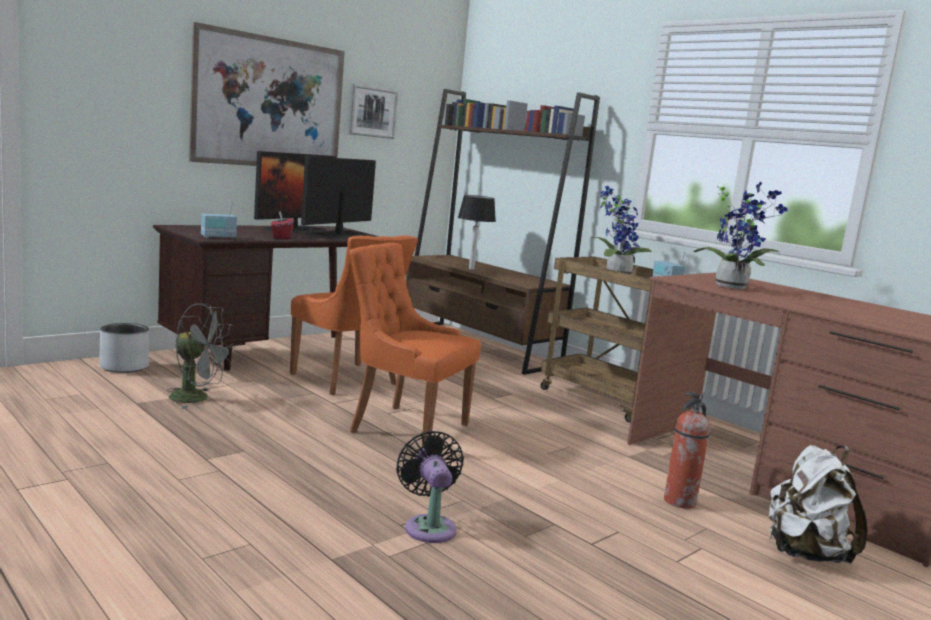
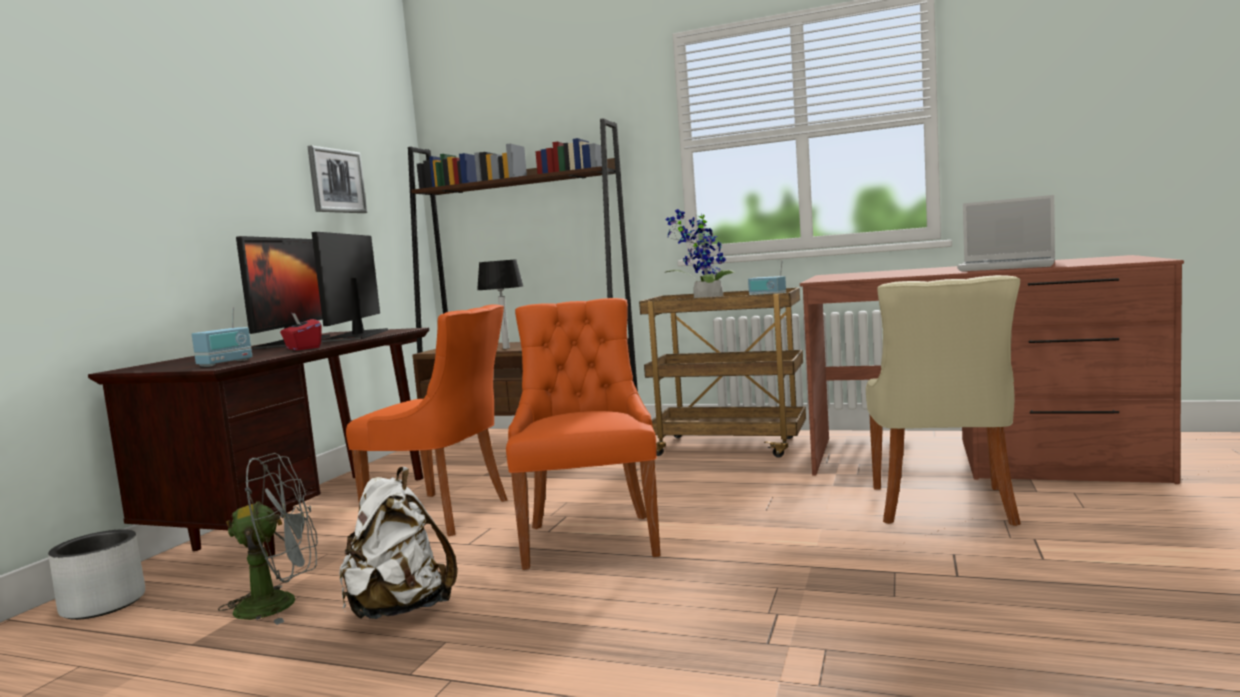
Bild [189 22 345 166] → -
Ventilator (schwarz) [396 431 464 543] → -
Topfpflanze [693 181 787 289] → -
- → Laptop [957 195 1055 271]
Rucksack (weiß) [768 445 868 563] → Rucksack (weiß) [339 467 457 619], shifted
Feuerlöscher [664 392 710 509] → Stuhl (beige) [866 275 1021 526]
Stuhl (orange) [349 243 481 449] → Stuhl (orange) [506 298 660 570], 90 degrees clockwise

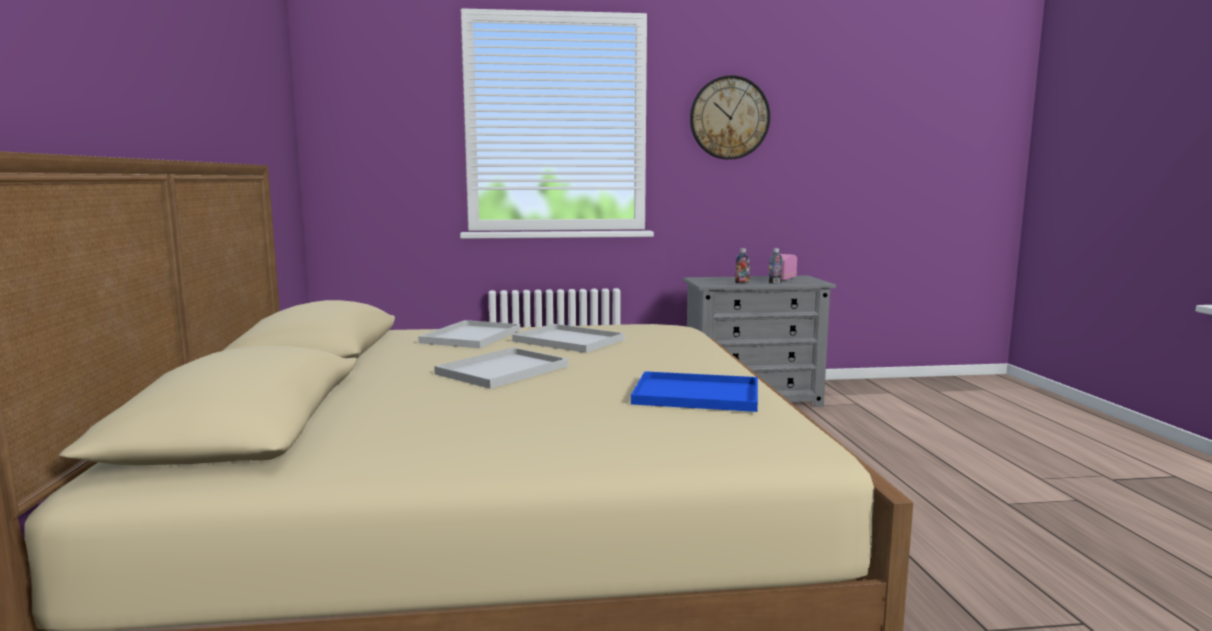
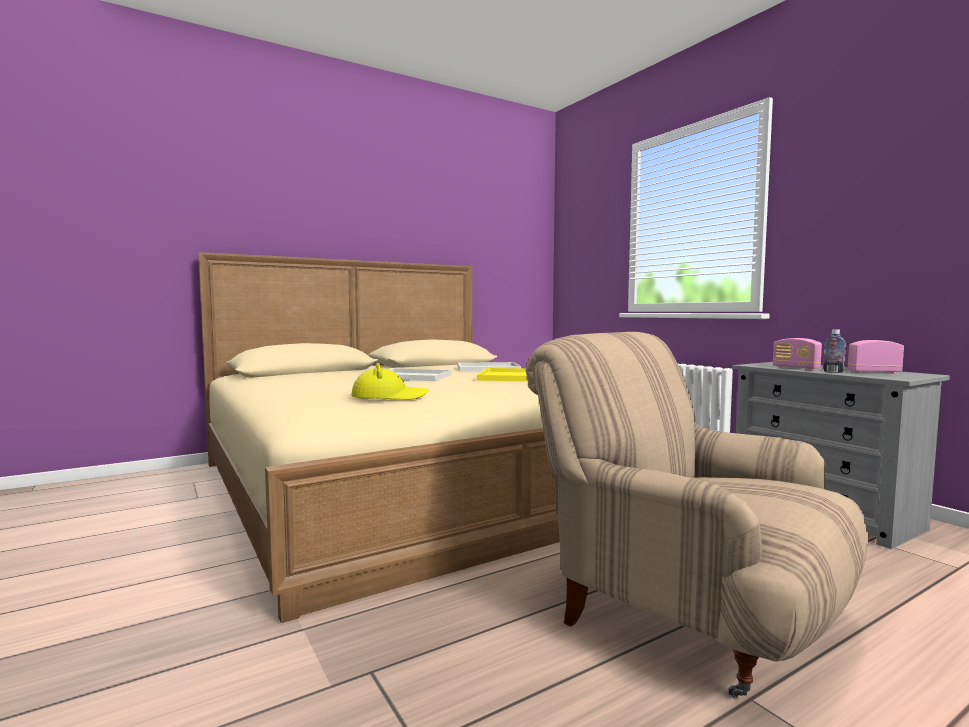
Wanduhr [690 75 770 160] → -
- → Sessel (beige) [525 332 868 698]
Tablett (blau) [631 371 758 412] → Hut (gelb) [351 362 429 400]
Flasche [735 248 750 284] → Radio [773 338 822 370]
Tablett (weiß) [512 324 625 353] → Tablett (gelb) [477 368 528 381]

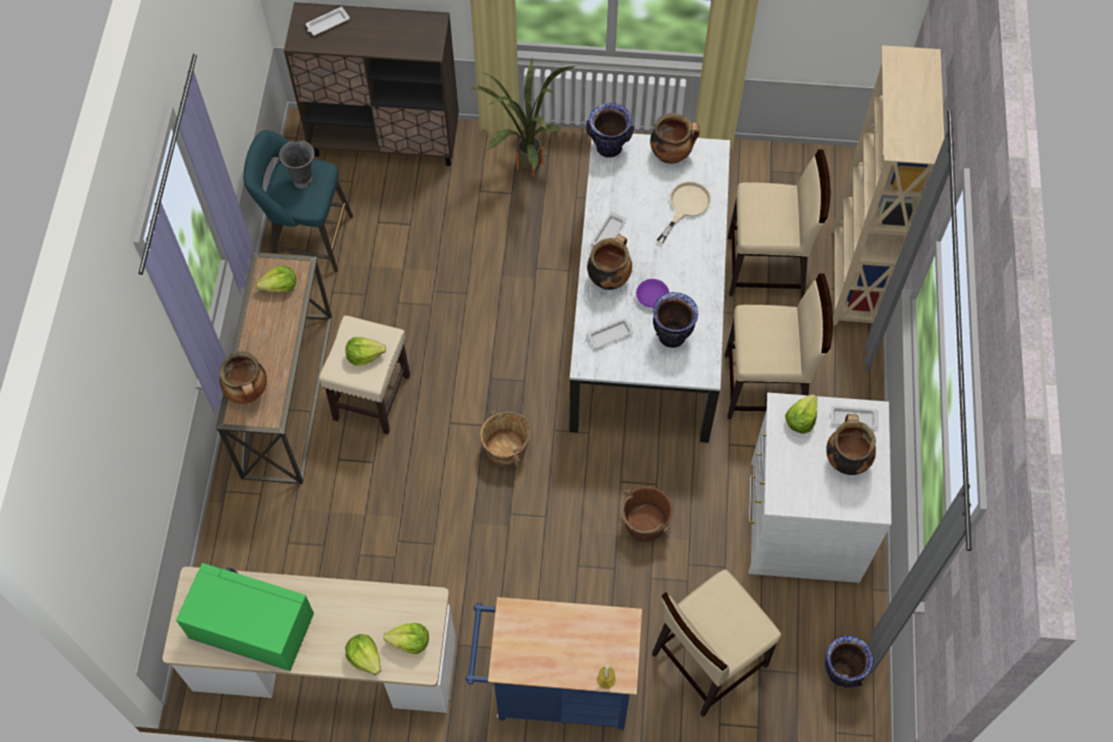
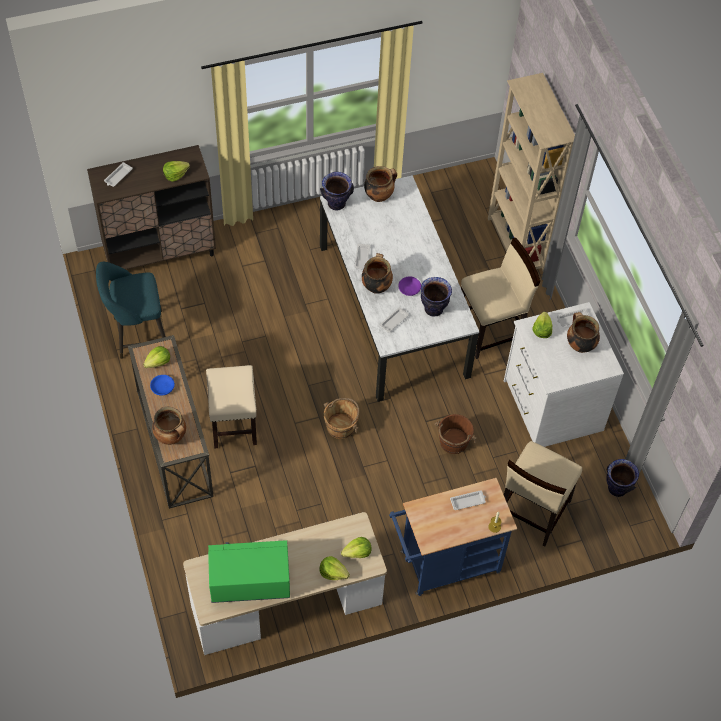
Vase (grau) [279 141 314 189] → -
Topfpflanze [471 57 576 177] → -
Pfanne (beige) [656 181 711 244] → -
Stuhl (beige) [728 149 830 298] → -
- → Schüssel (blau) [150 375 175 396]
- → Tablett (weiß) [450 490 486 510]
Salatkopf [345 337 386 366] → Salatkopf [163 161 190 182], shifted

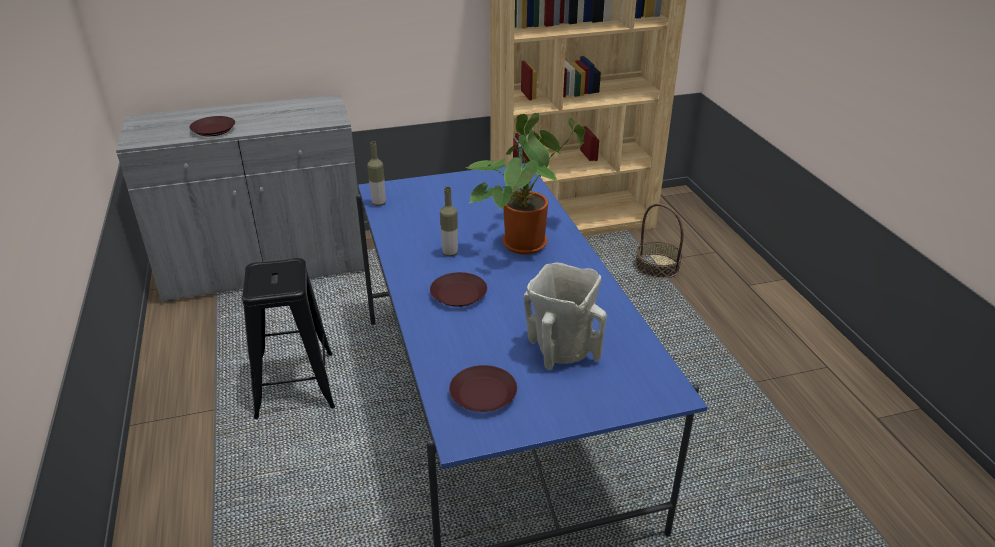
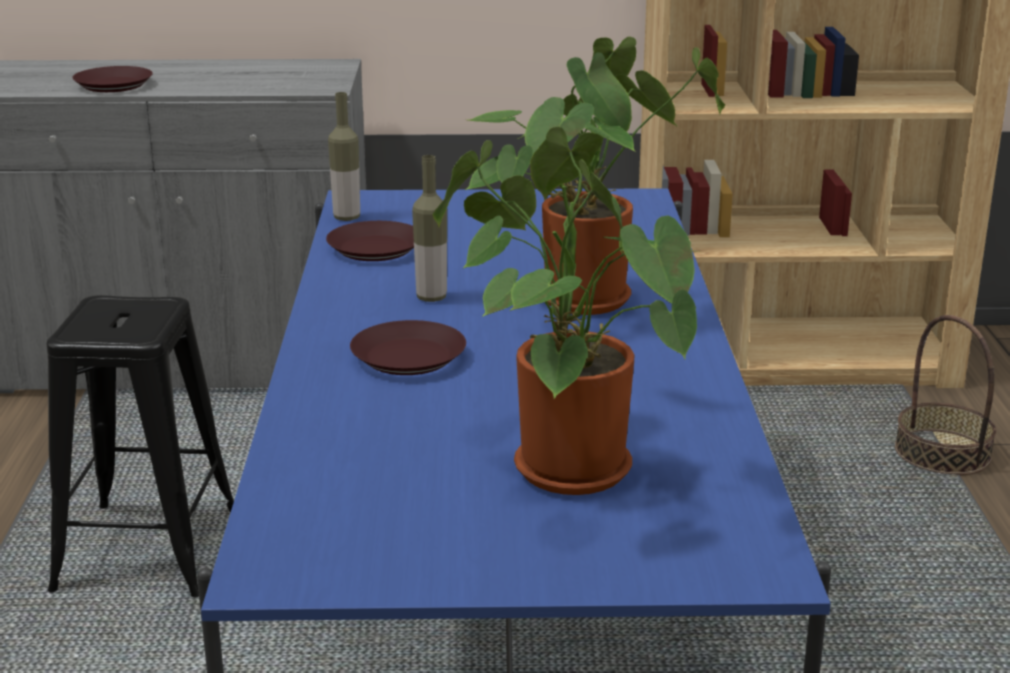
Teller (braun) [449 365 517 412] → Teller (braun) [326 221 414 261], shifted
Vase (beige) [524 262 607 370] → Topfpflanze [432 126 700 495]

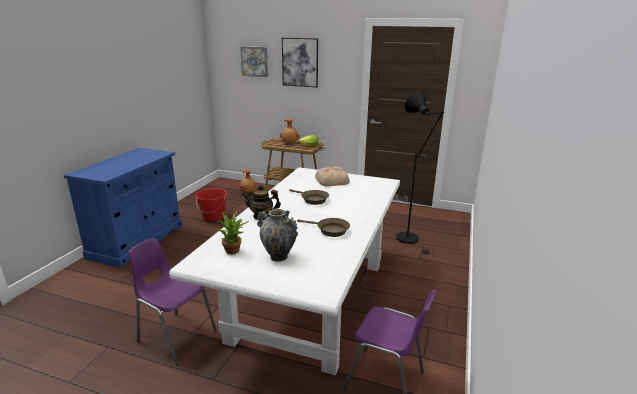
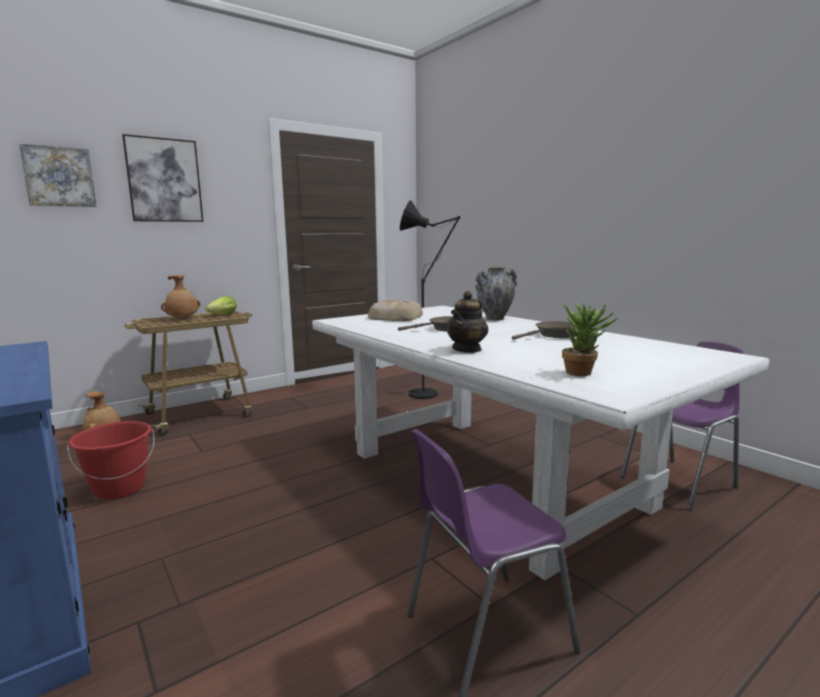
Vase [257 209 298 262] → Vase [475 266 517 320], shifted

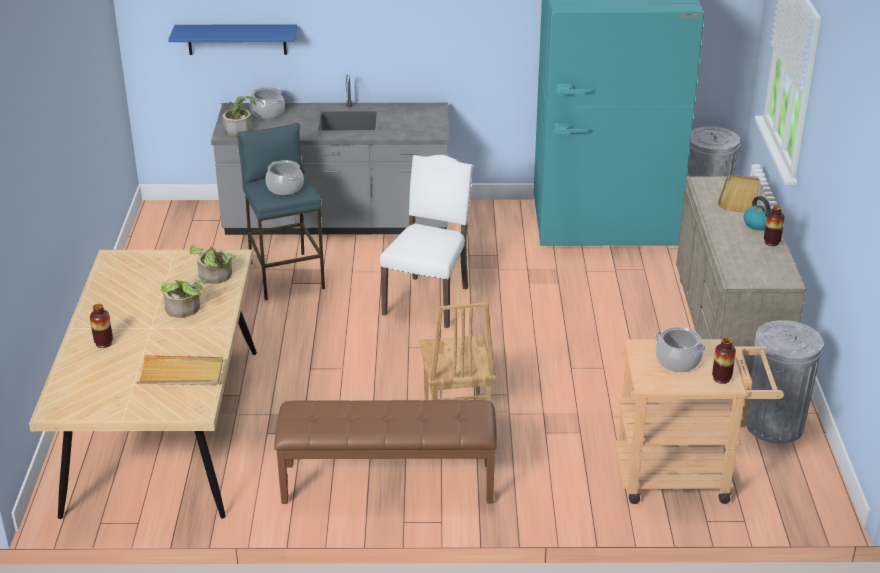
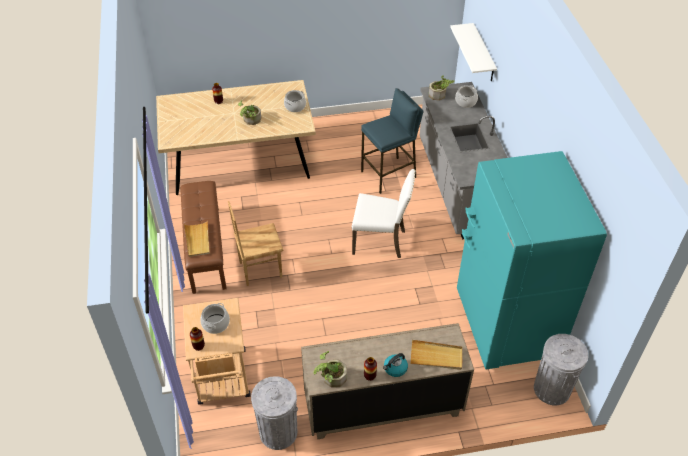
Tablett (beige) [137 355 223 385] → Tablett (beige) [184 220 210 257], shifted
Topfpflanze [190 244 236 284] → Topfpflanze [313 351 347 388], shifted
Kochtopf [266 160 304 195] → Kochtopf [284 90 306 112], shifted
Wandregal (blau) [168 24 297 55] → Wandregal (weiß) [450 23 497 81]

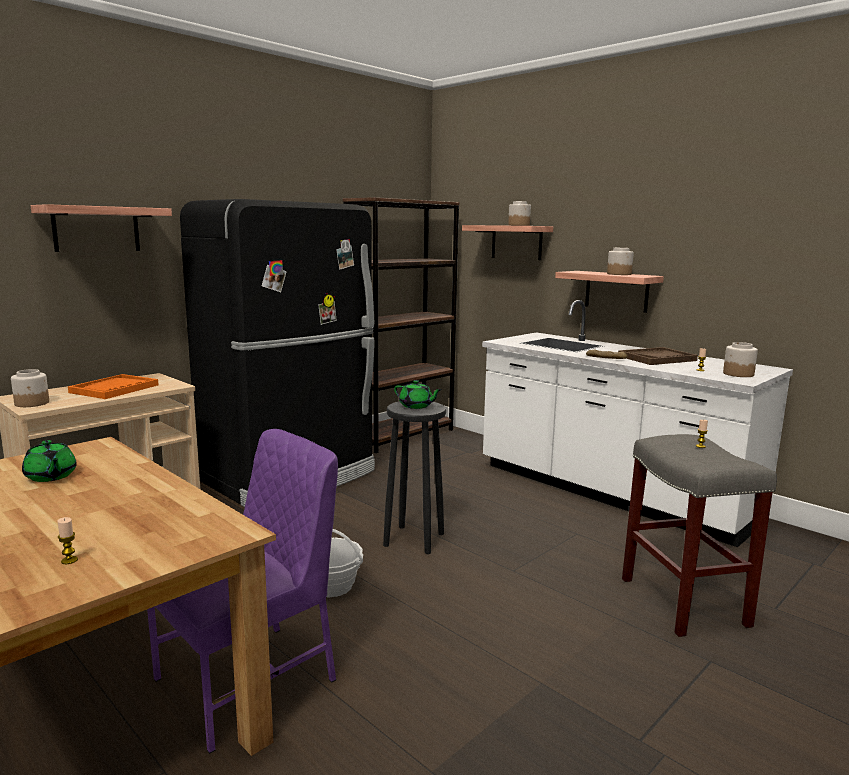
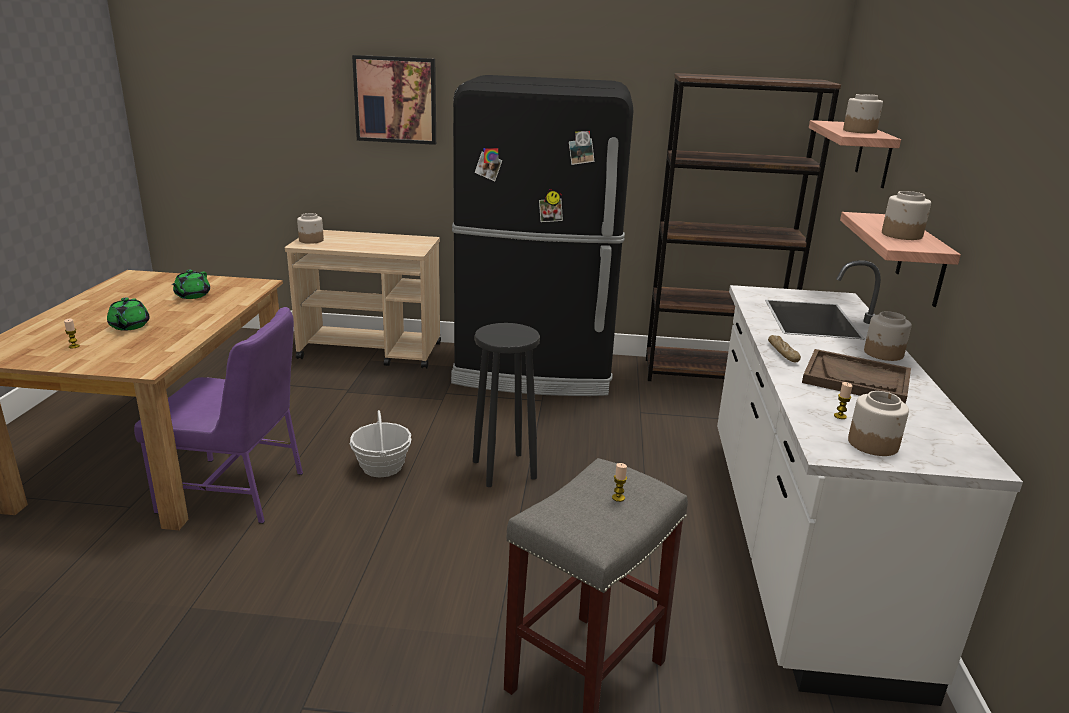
Tablett (orange) [68 374 159 399] → -
- → Vorratsglas [864 311 912 361]
Teekanne (grün) [394 380 442 409] → Teekanne (grün) [107 298 150 331], shifted
Wandregal [31 204 172 252] → Bild [352 55 436 145]

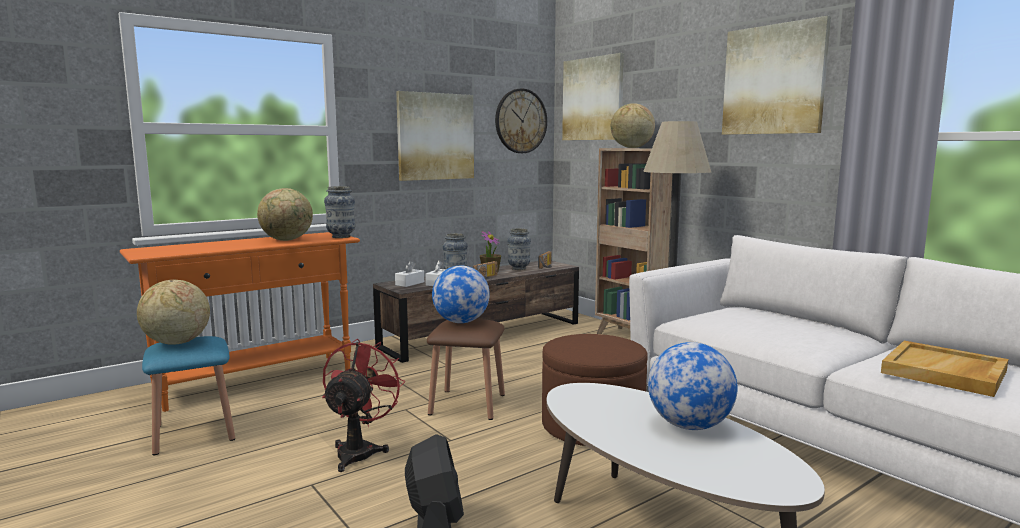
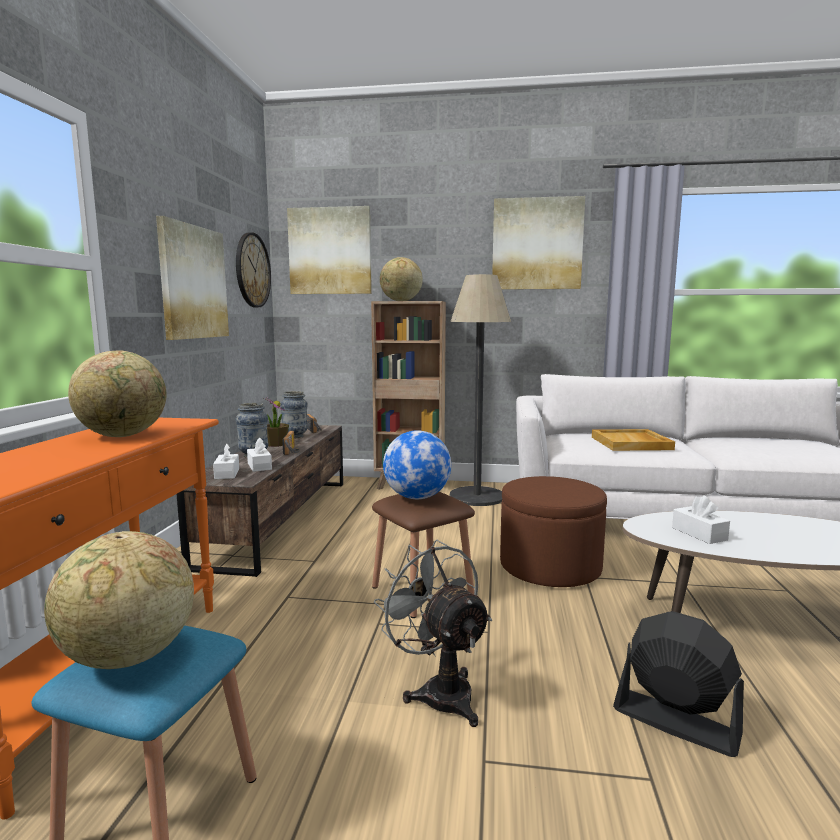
Vase [324 186 355 238] → -
Globus [648 342 738 430] → -
- → Taschentuchbox (weiß) [672 495 730 544]
Tablett (beige) [881 341 1009 397] → Tablett (beige) [592 429 675 451], shifted
Ventilator (rot) [322 339 406 472] → Ventilator (grau) [374 540 492 727]

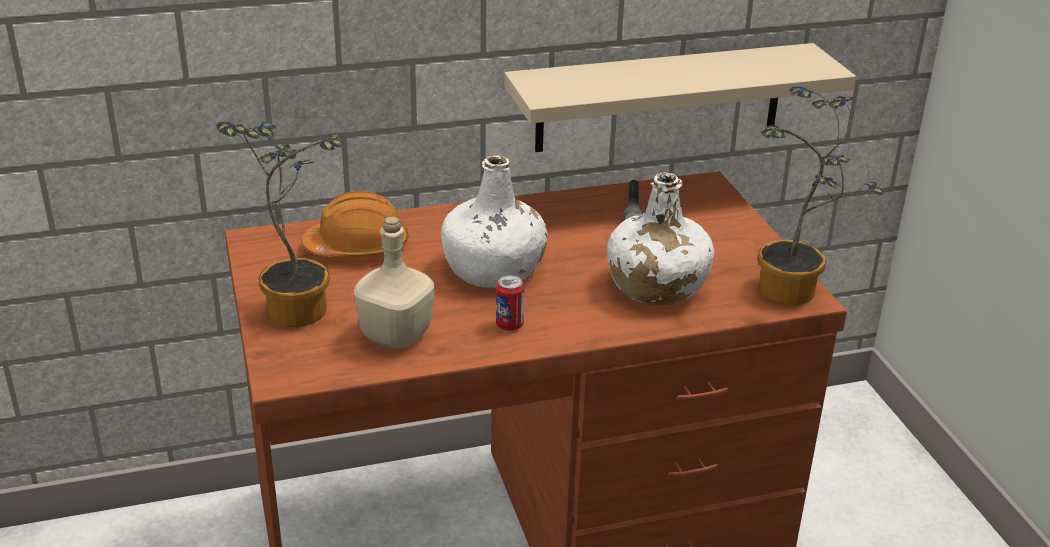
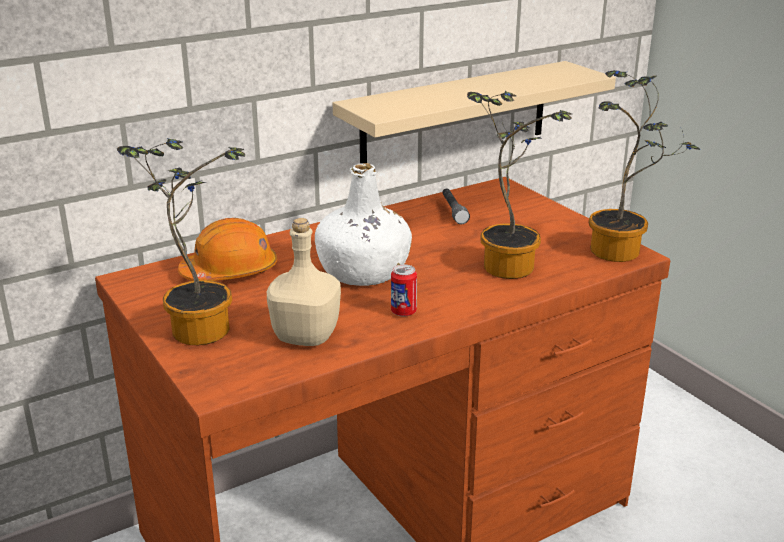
Flasche (weiß) [607 172 714 305] → Topfpflanze [467 91 572 279]

